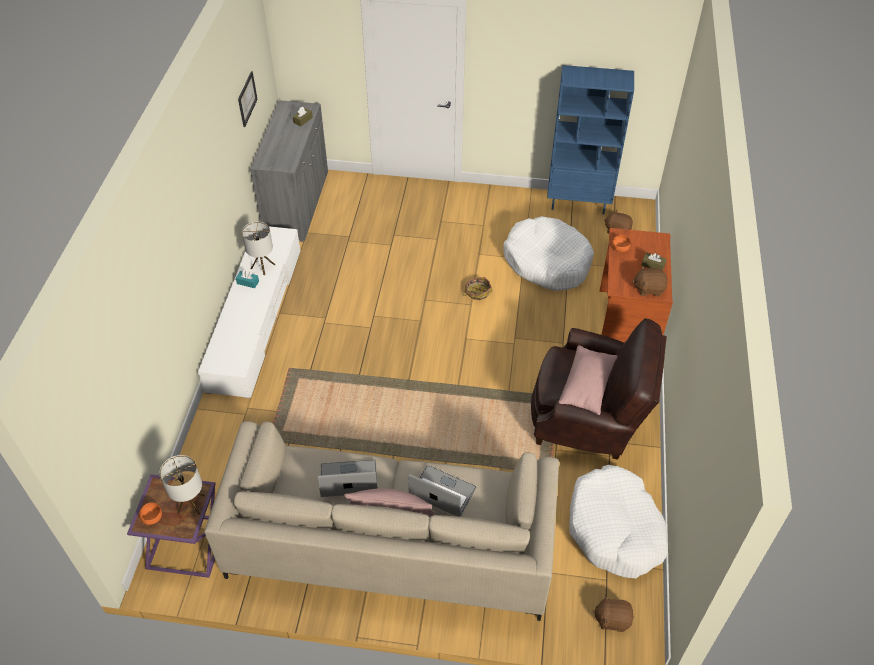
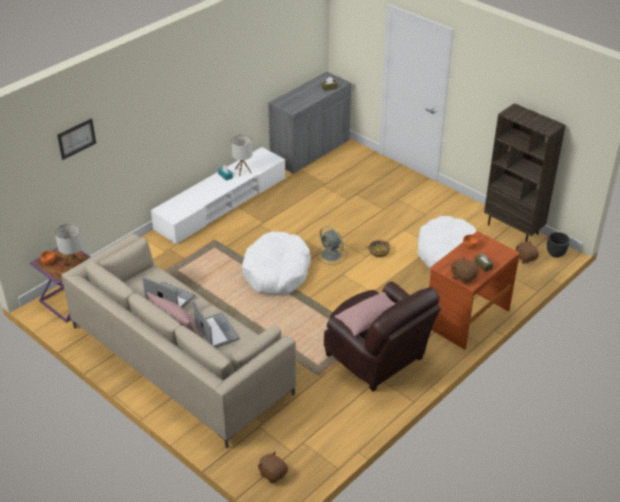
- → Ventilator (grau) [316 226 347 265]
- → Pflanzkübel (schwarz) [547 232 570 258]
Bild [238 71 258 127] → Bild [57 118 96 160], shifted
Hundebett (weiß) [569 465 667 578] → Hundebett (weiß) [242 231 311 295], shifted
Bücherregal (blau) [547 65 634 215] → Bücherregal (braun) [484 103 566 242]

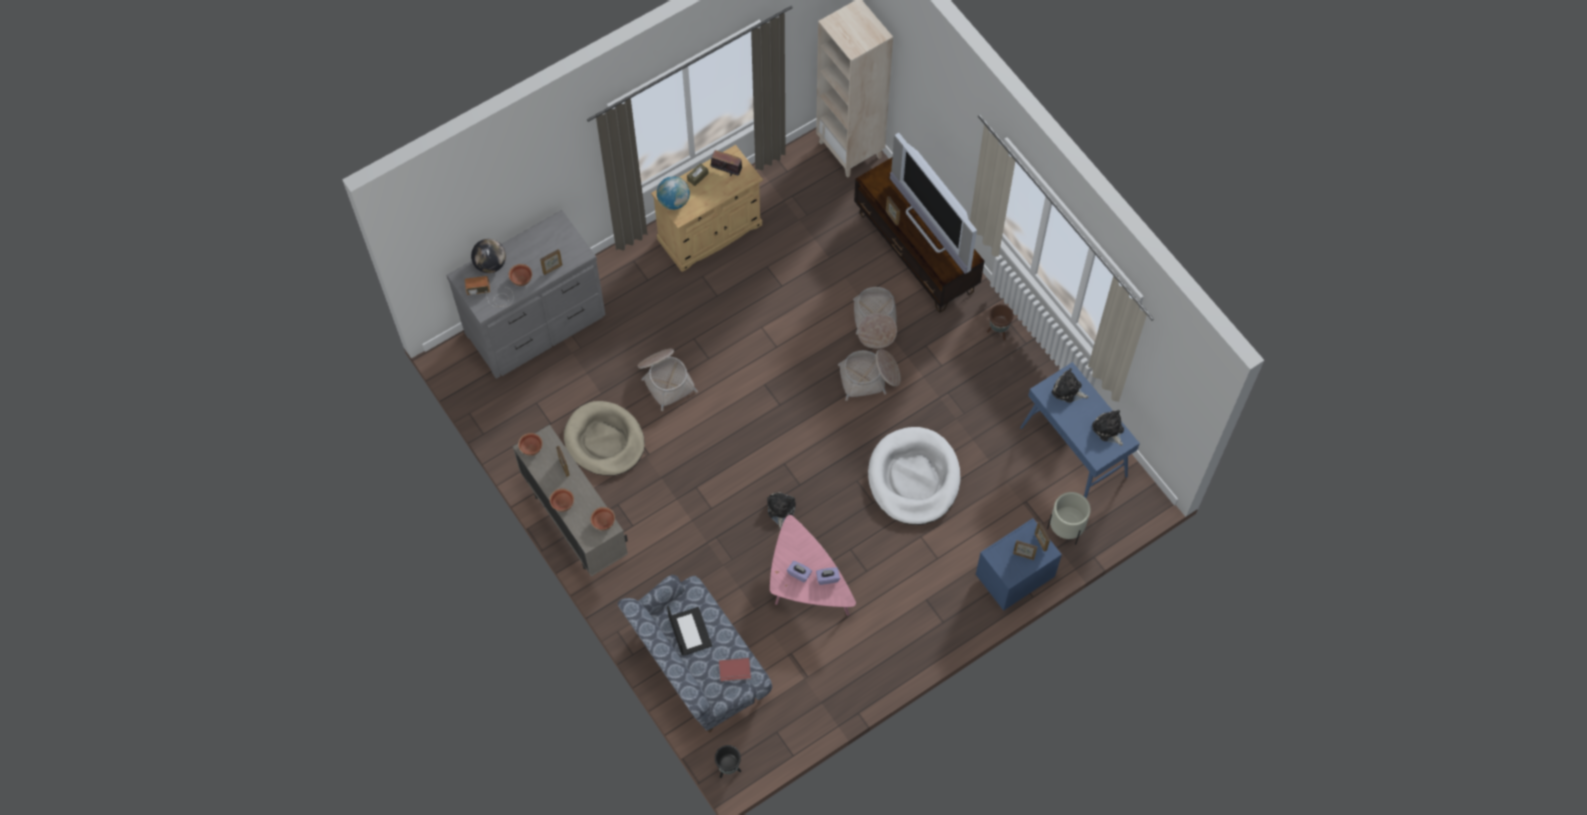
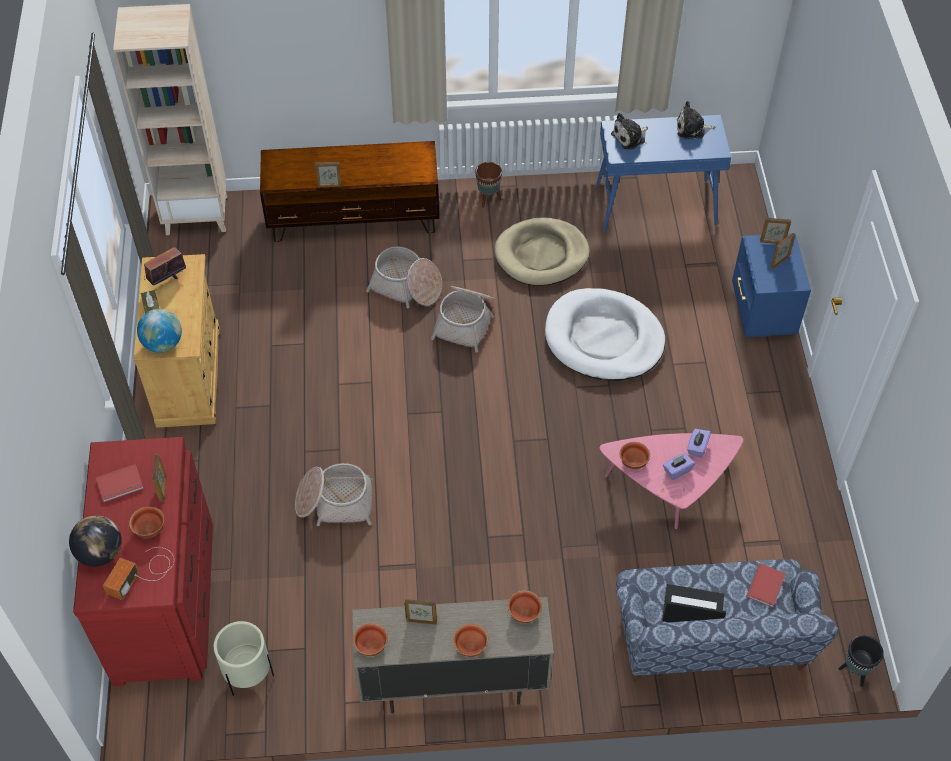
Plüschtier [767 492 796 529] → -
Fernseher [890 133 977 274] → -
- → Buch (rot) [96 464 144 503]
- → Schüssel [619 442 650 469]
Hundebett (beige) [564 401 645 476] → Hundebett (beige) [495 218 590 286], shifted
Pflanzkübel (beige) [1047 492 1091 545] → Pflanzkübel (beige) [214 621 274 696], shifted
Kommode (grau) [447 210 606 379] → Kommode (rot) [73 437 213 687]

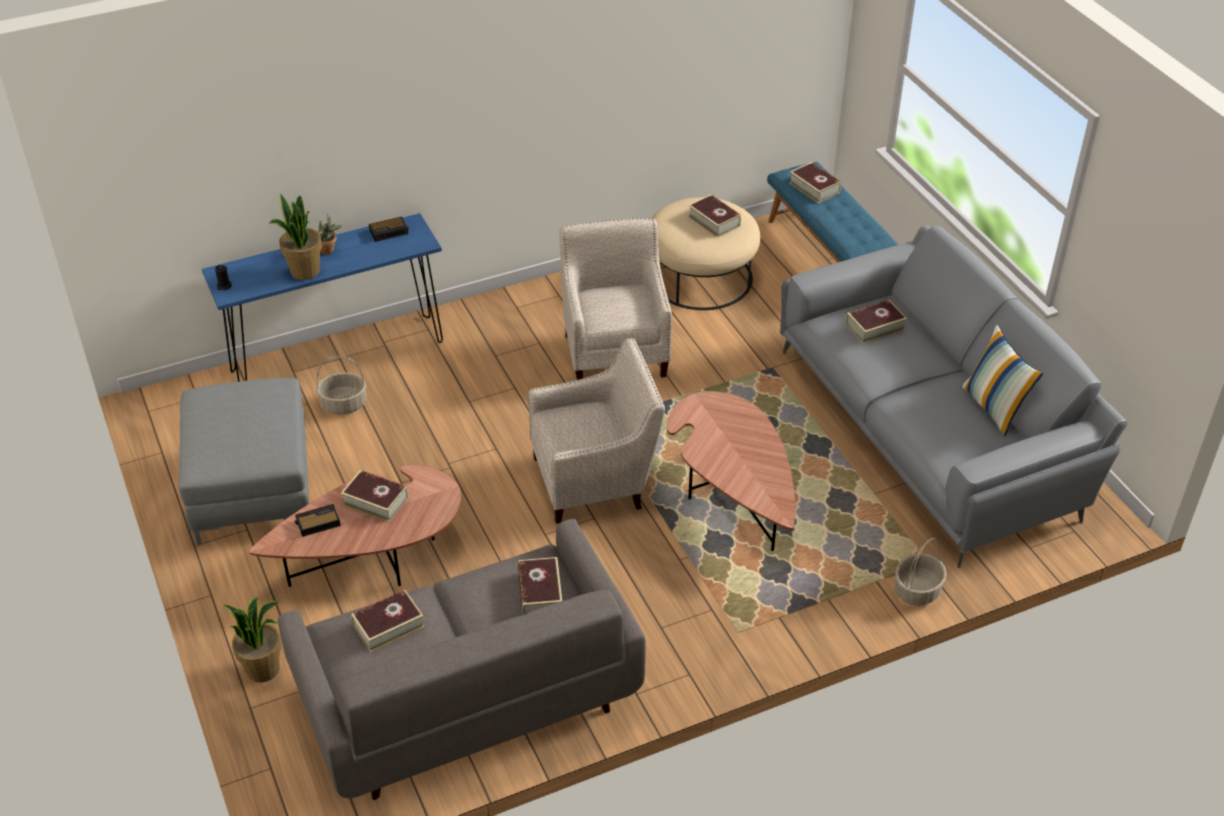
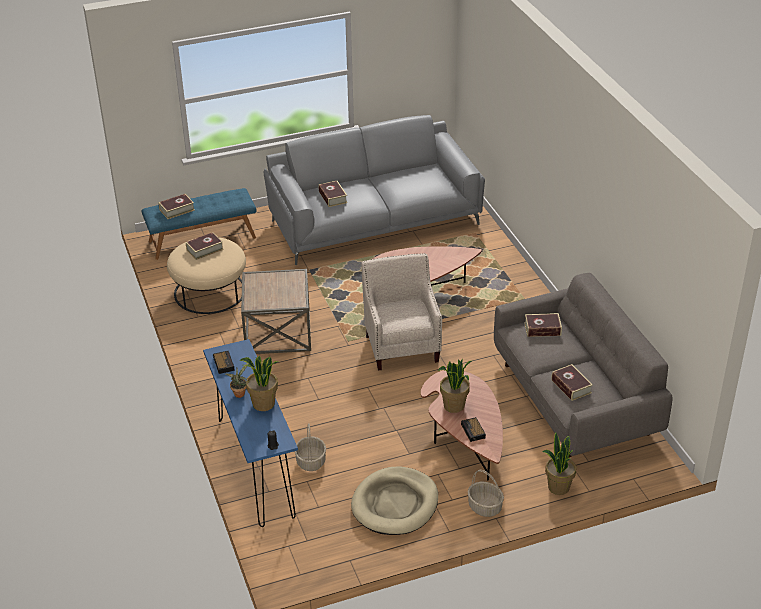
Kissen [962 325 1043 436] → -
Korb [895 538 947 606] → Korb [468 470 504 517], shifted
Polsterhocker (grau) [178 378 310 545] → Hundebett (beige) [351 466 438 535]
Buch [341 470 408 522] → Topfpflanze [438 359 472 413]
Sessel (beige) [559 218 672 380] → Beistelltisch (braun) [241 269 311 354]

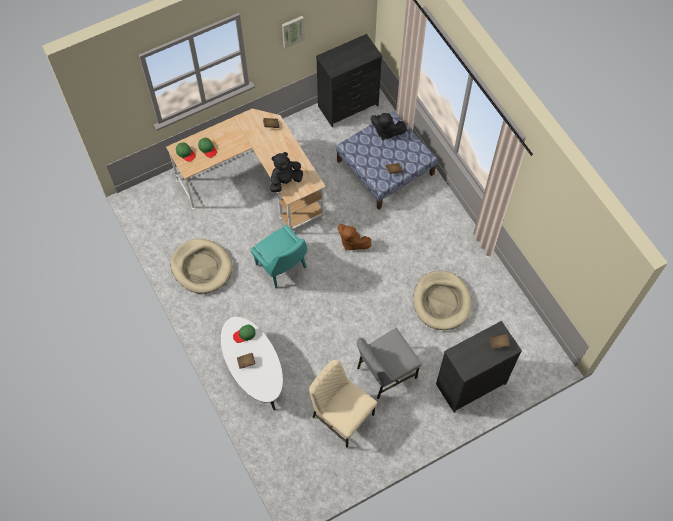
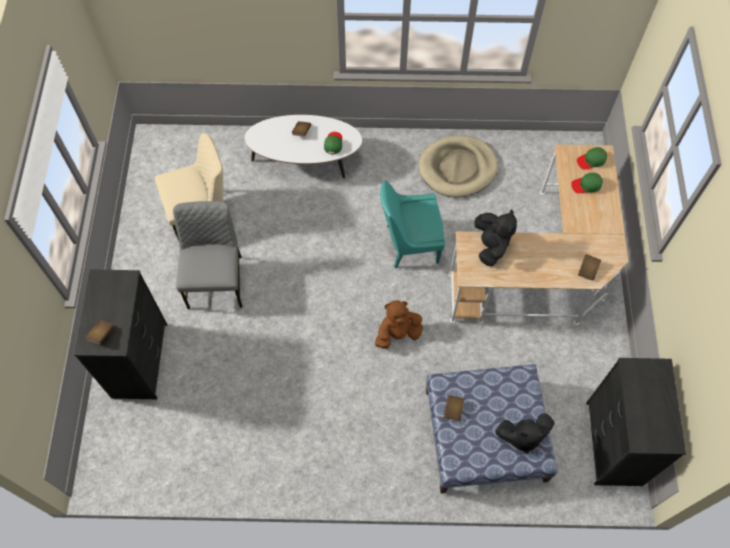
Bild [282 16 305 49] → -
Hundebett (beige) [413 271 472 330] → -
Plüschtier (schwarz) [371 113 407 140] → Plüschtier (schwarz) [495 413 555 454], 150 degrees counterclockwise

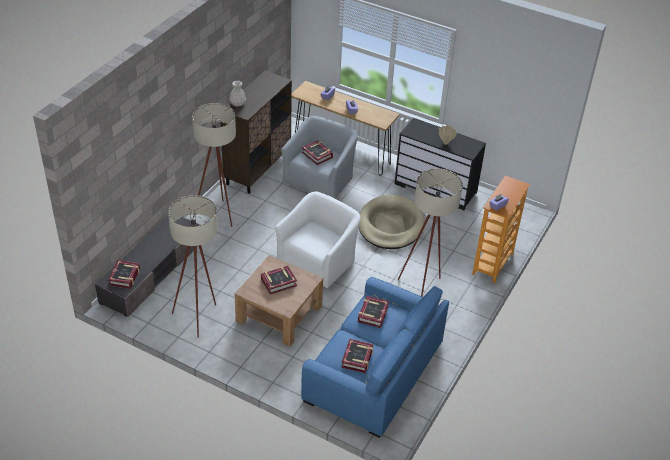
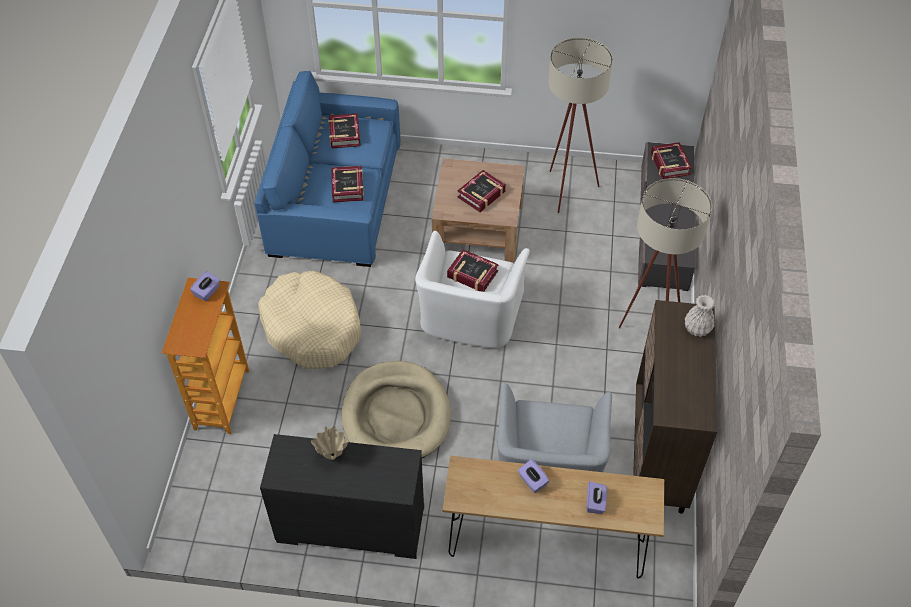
Buch [302 140 333 165] → Buch [447 249 499 292], shifted
Stehlampe (beige) [398 168 463 297] → Hundebett (beige) [258 271 361 369]

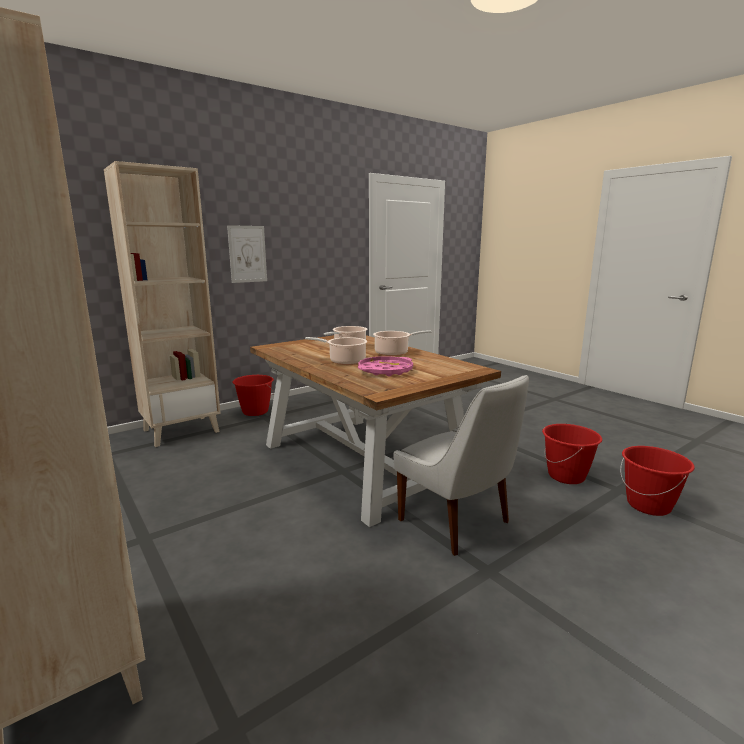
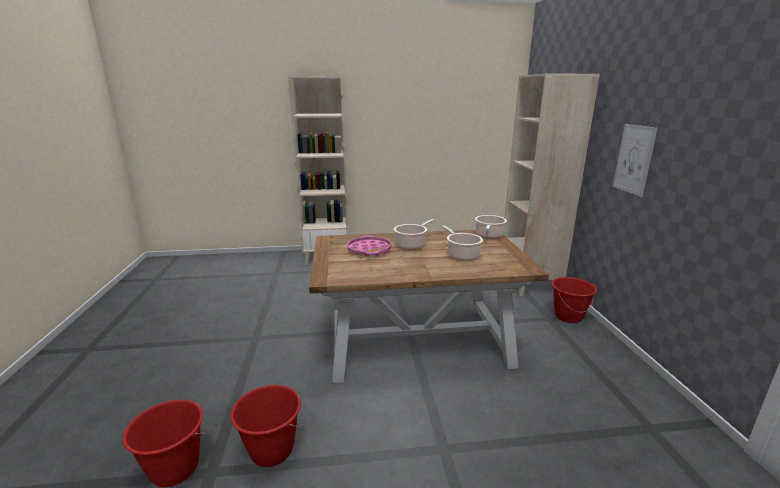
Stuhl (weiß) [394 375 529 556] → -
Kochtopf [373 330 432 356] → Kochtopf [475 215 507 239], shifted

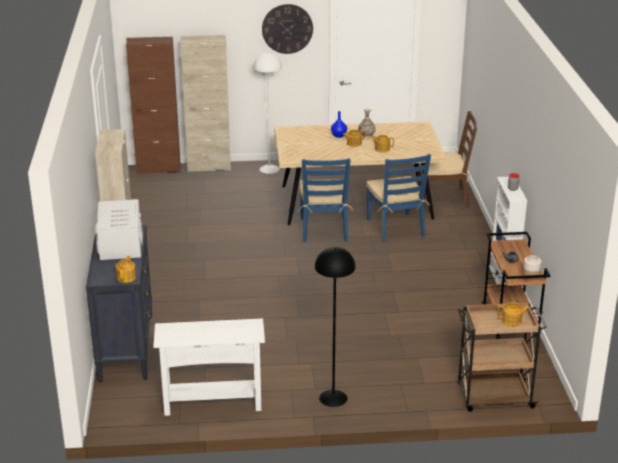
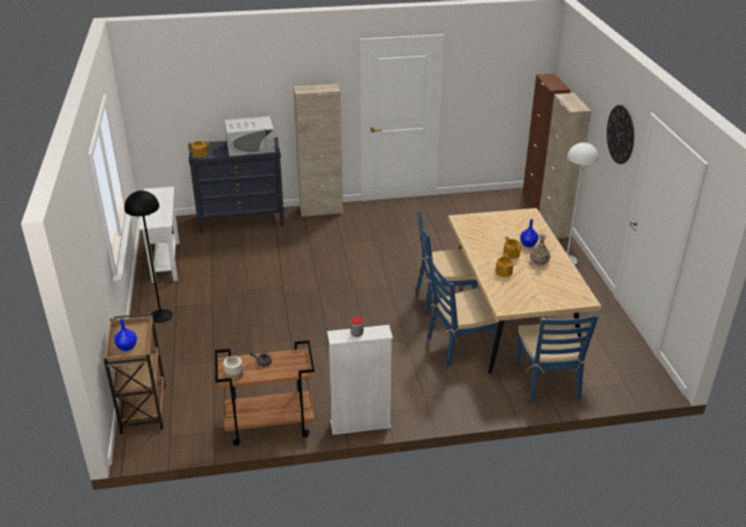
Teekanne [497 302 529 326] → Vase (blau) [114 319 137 351]
Stuhl (braun) [418 111 477 207] → Stuhl (blau) [516 314 599 403]

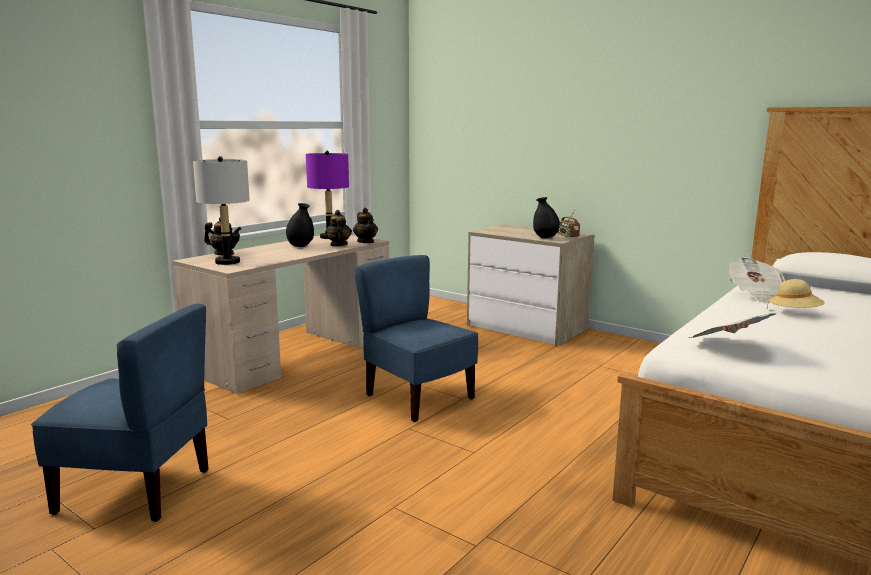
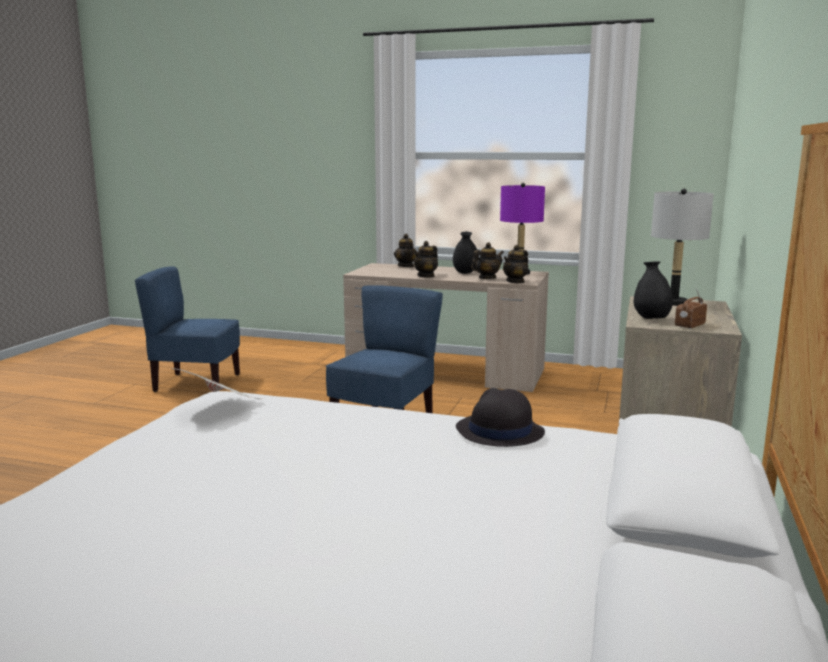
Hut (beige) [767 279 825 309] → -
- → Teekanne [414 241 438 278]
Tischlampe (grau) [193 156 250 265] → Tischlampe (grau) [651 189 714 306], shifted
Zeitung [729 257 785 303] → Hut (schwarz) [456 388 545 447]
Stuhl (blau) [31 304 209 522] → Stuhl (blau) [135 266 240 392], 105 degrees clockwise

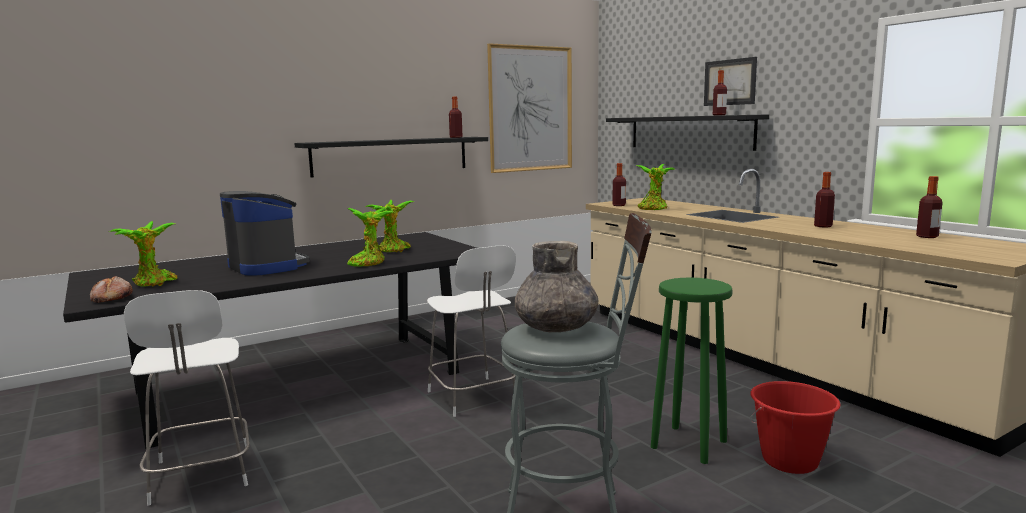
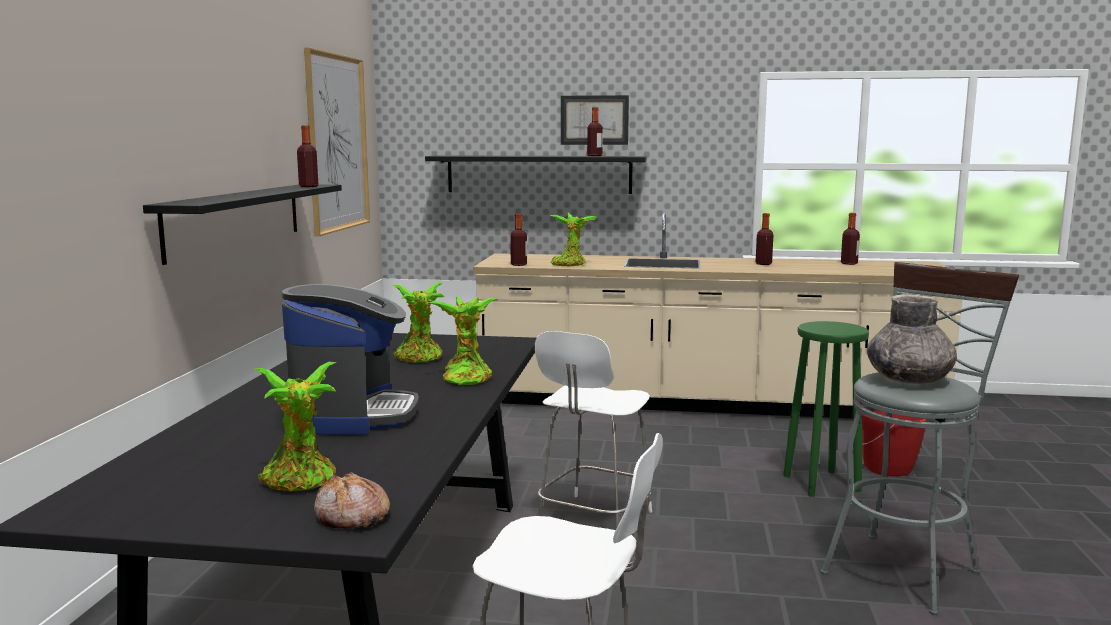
Kaffeemaschine [220 191 310 276] → Kaffeemaschine [282 284 419 435], 90 degrees clockwise
Stuhl (weiß) [427 245 516 417] → Stuhl (weiß) [535 331 652 529], 105 degrees clockwise

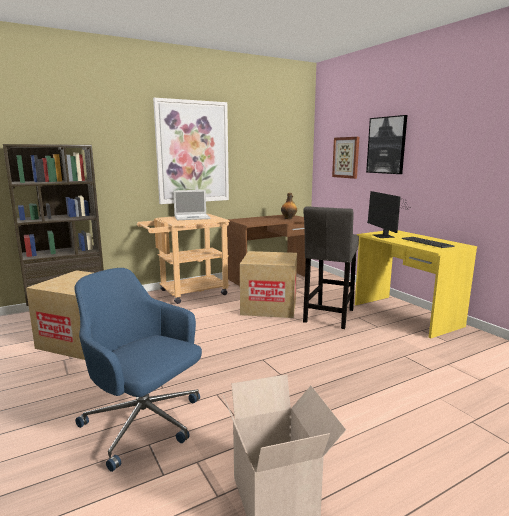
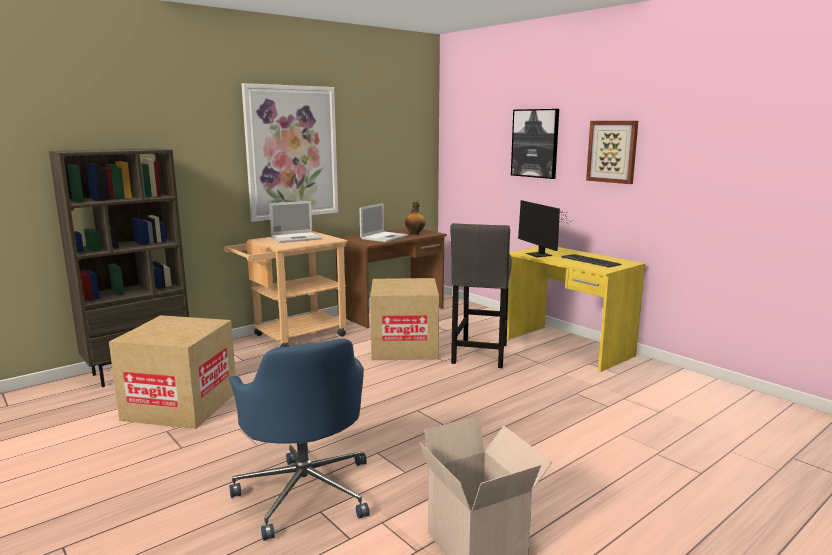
- → Laptop [359 203 408 242]
Bild [332 137 359 179] → Bild [586 121 638 184], shifted
Bürostuhl (blau) [75 268 202 472] → Bürostuhl (blau) [229 338 369 541], 135 degrees counterclockwise

